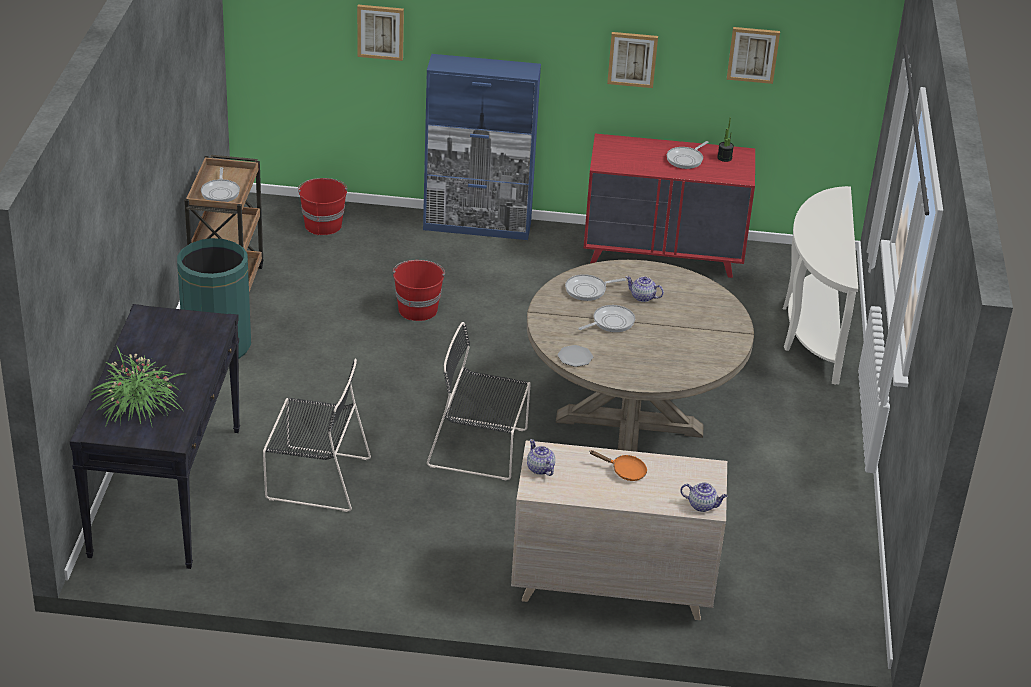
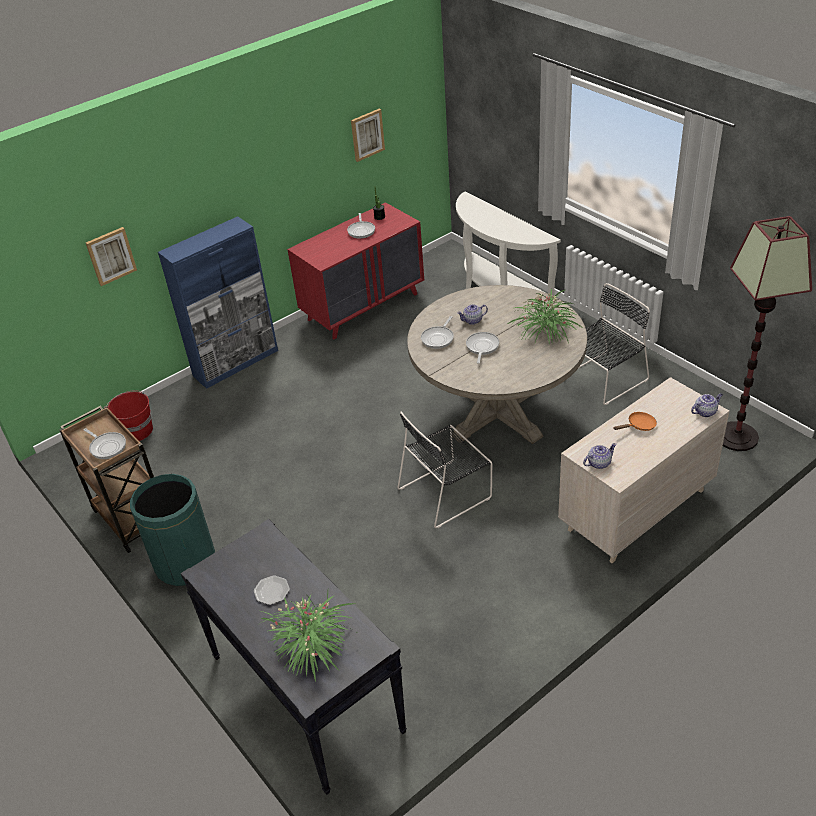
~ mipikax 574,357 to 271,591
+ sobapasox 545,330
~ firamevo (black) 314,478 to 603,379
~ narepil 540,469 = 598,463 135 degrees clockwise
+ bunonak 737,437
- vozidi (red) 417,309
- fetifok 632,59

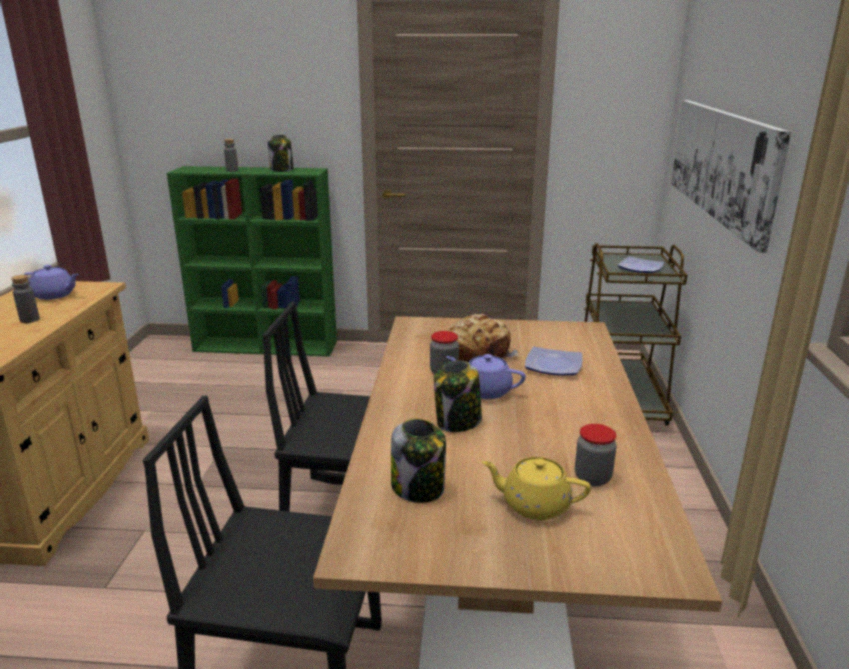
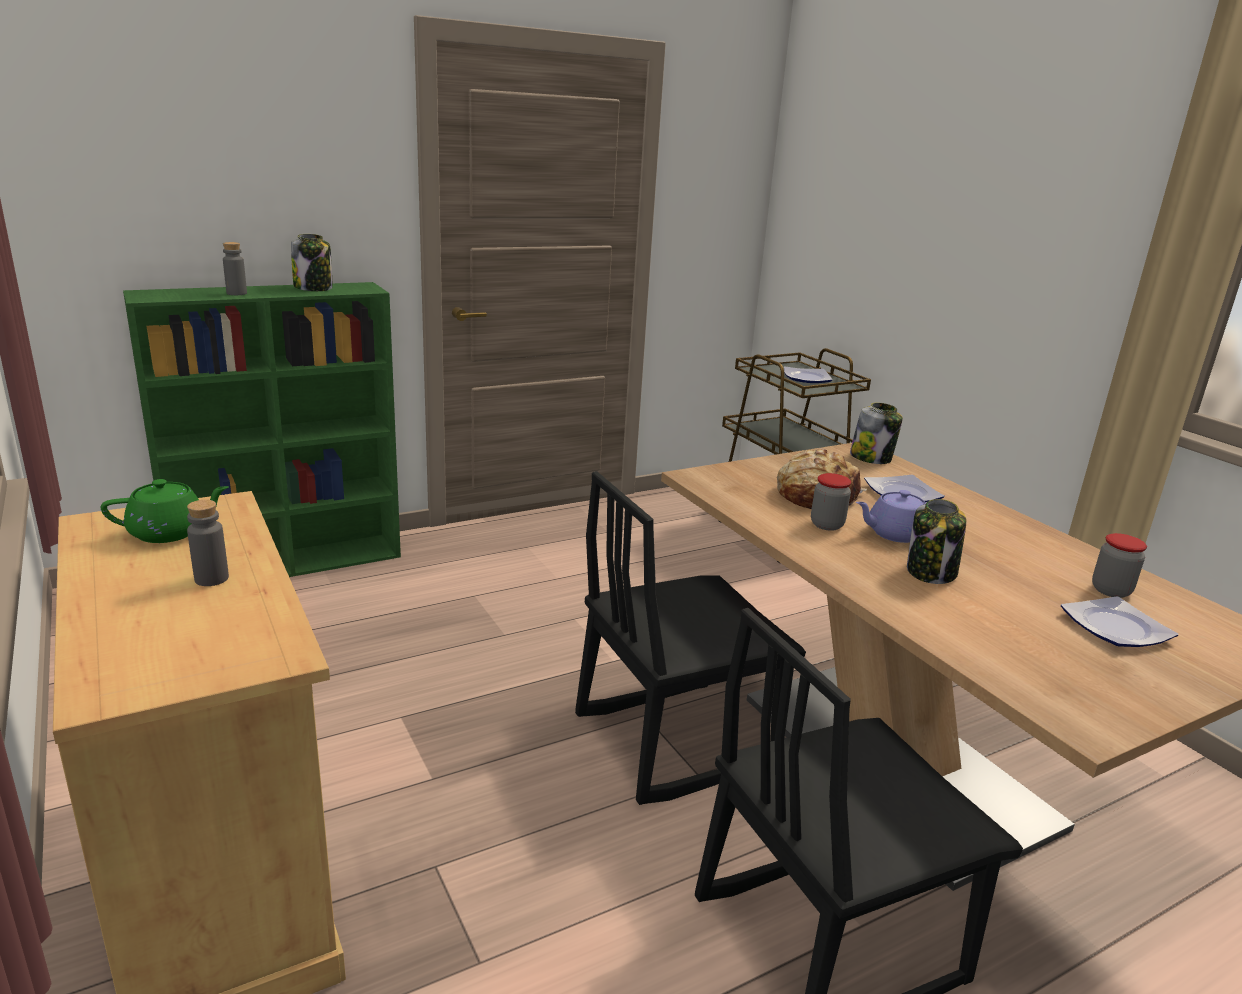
~ narepil (purple) 55,295 to narepil (green) 170,532
~ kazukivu 419,488 to 871,458
~ narepil (yellow) 534,505 to mipikax 1117,628
- fetifok 721,163

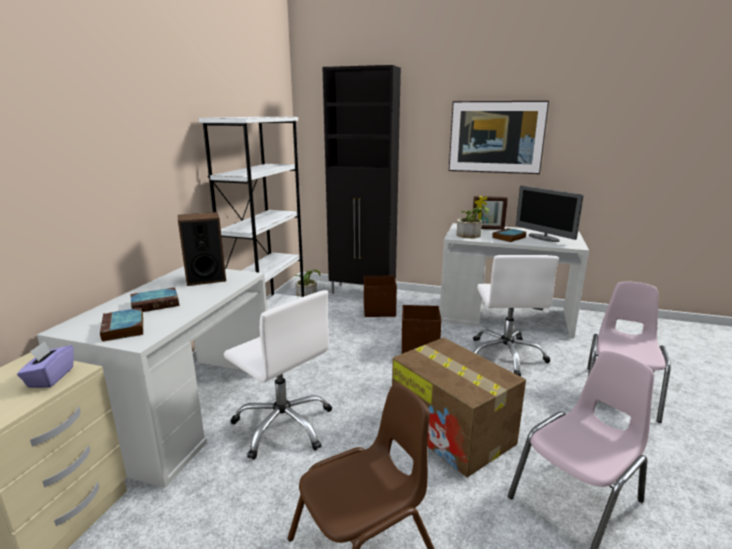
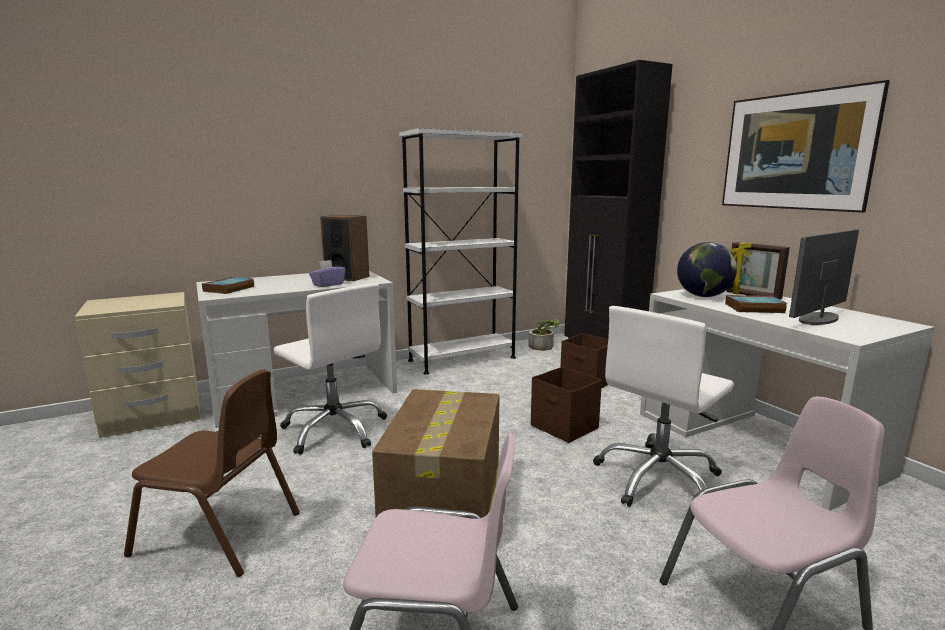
~ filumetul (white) 284,425 = 335,429 45 degrees counterclockwise
~ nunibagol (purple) 50,378 to 328,284
~ sobapasox 470,234 to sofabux 703,296
~ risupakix 543,238 = 818,319 45 degrees clockwise
- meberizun 156,303

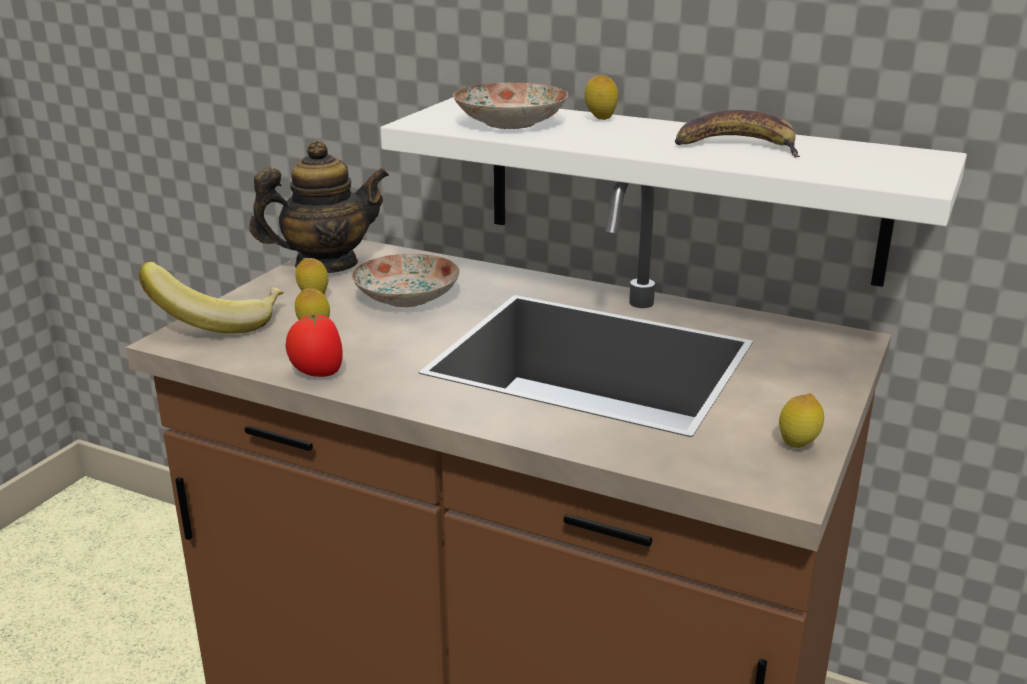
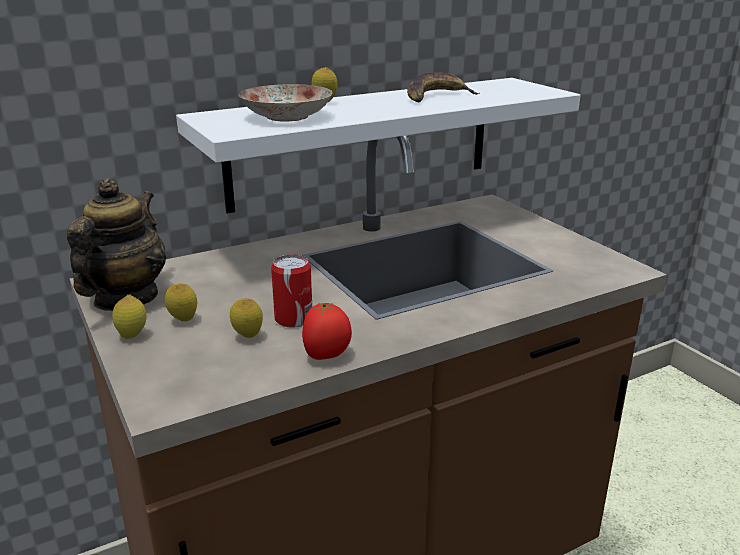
~ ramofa 797,446 to 132,336
+ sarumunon 293,319
- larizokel 219,322
- mipikax 406,297

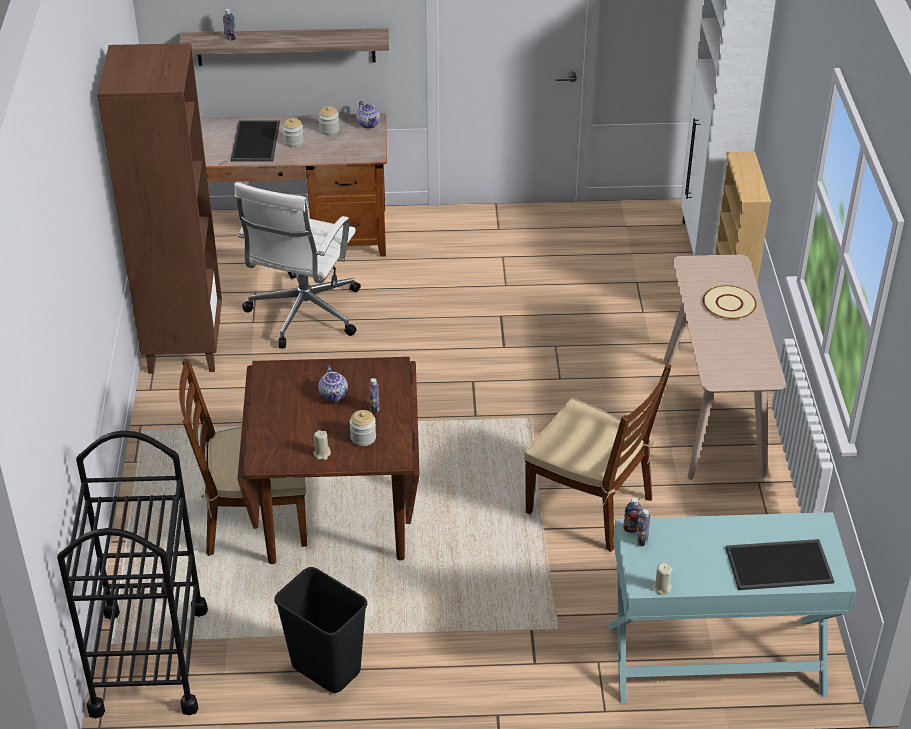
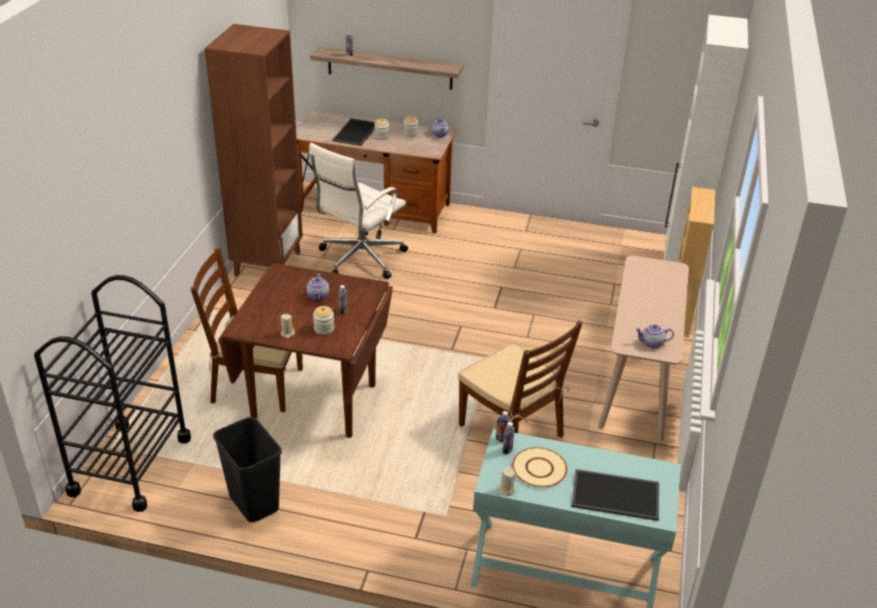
~ mipikax (beige) 728,303 to 539,468
+ narepil 652,344

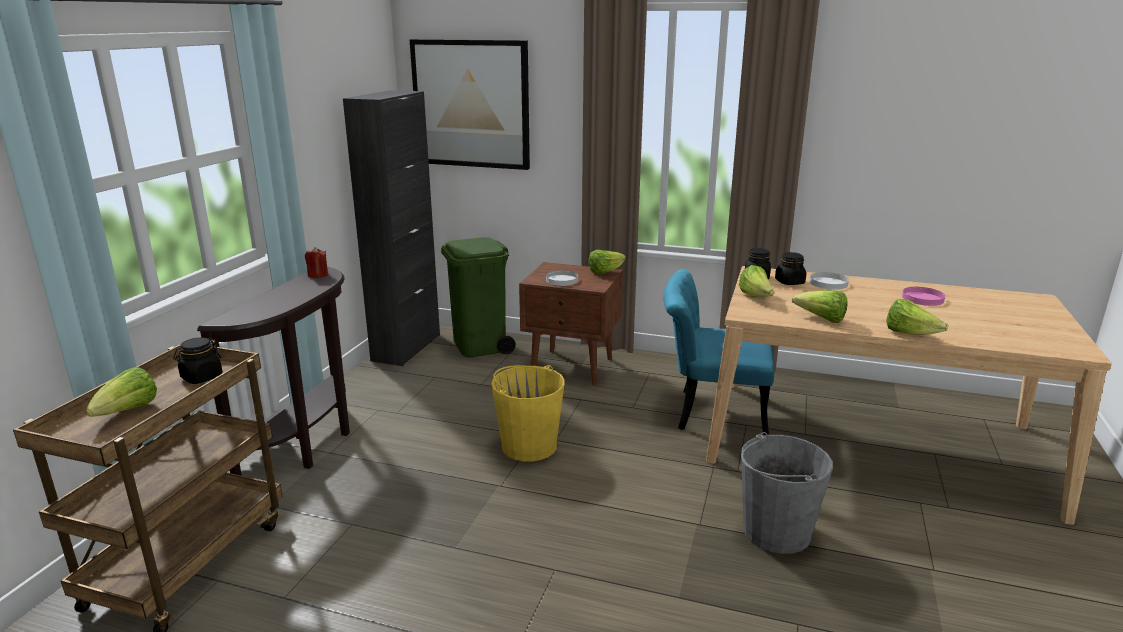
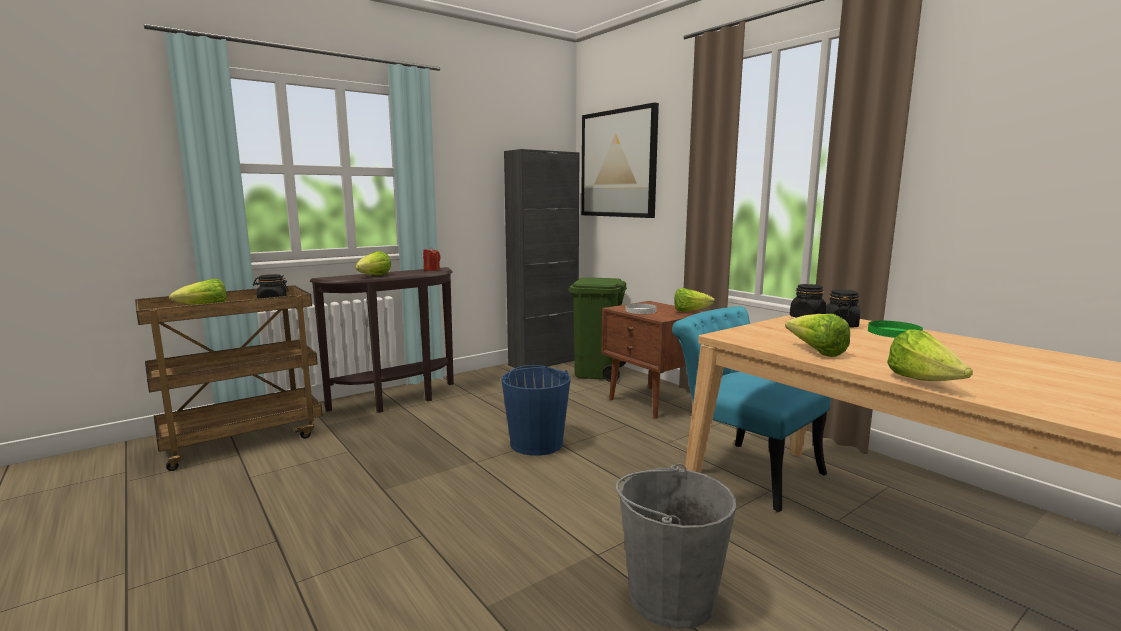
~ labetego 756,297 to 374,276
~ vozidi (yellow) 529,446 to vozidi (blue) 536,443
~ mipikax (white) 829,283 to mipikax (green) 894,332
- mipikax (pink) 923,298

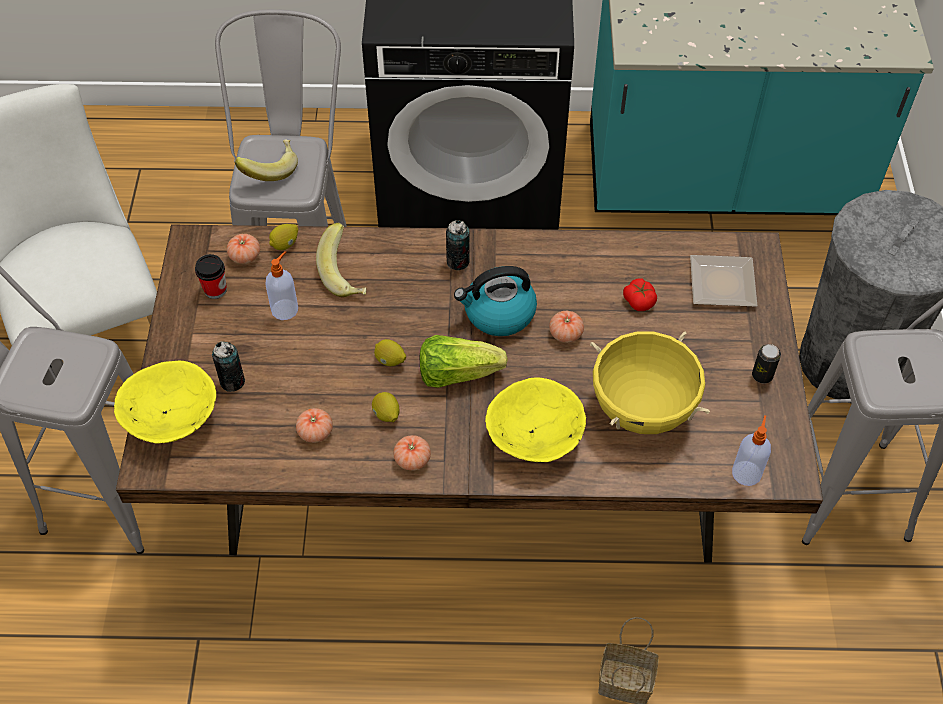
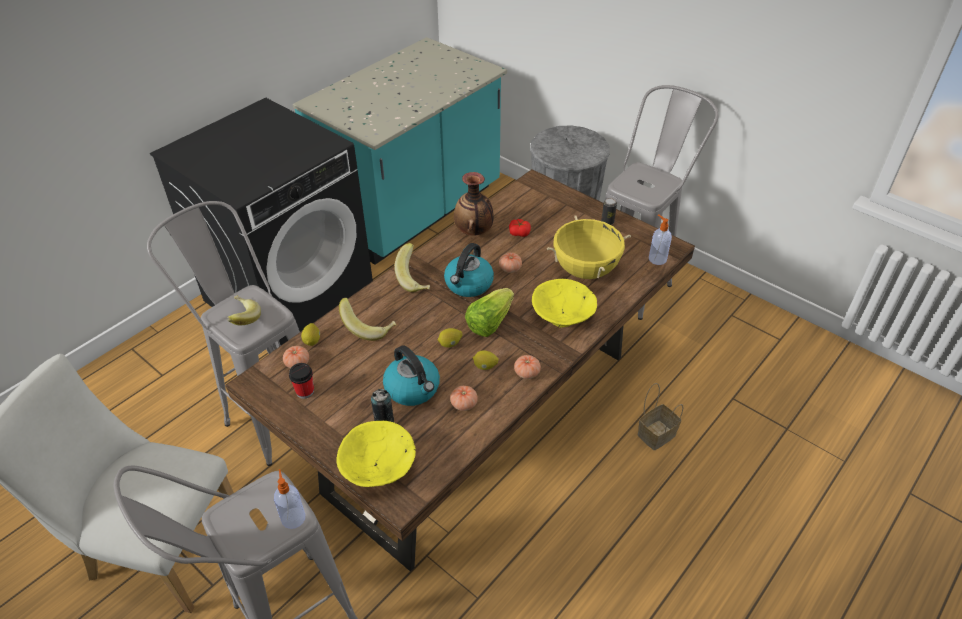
~ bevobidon 285,309 to 293,517
+ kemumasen 413,389
~ sarumunon 458,261 to larizokel 415,279
+ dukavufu 474,232
- mipikax 724,286

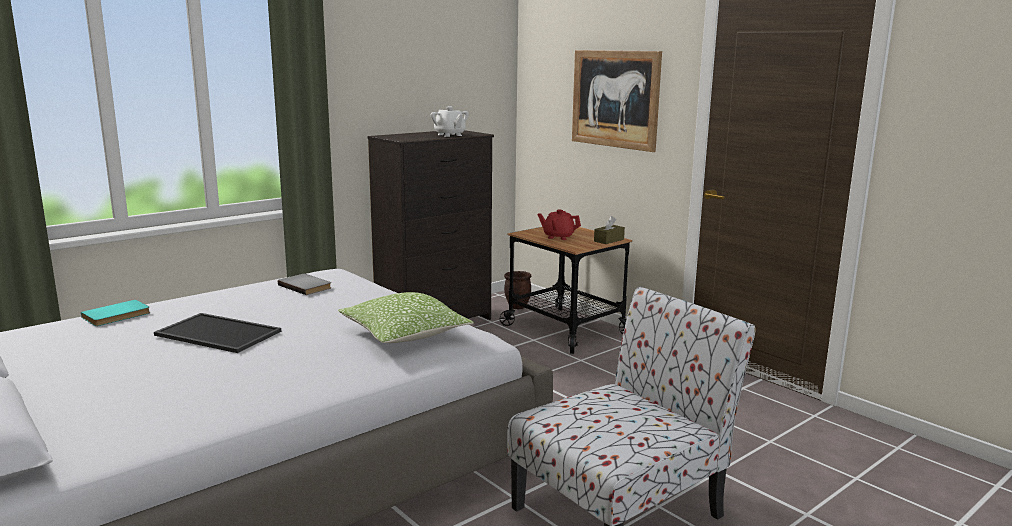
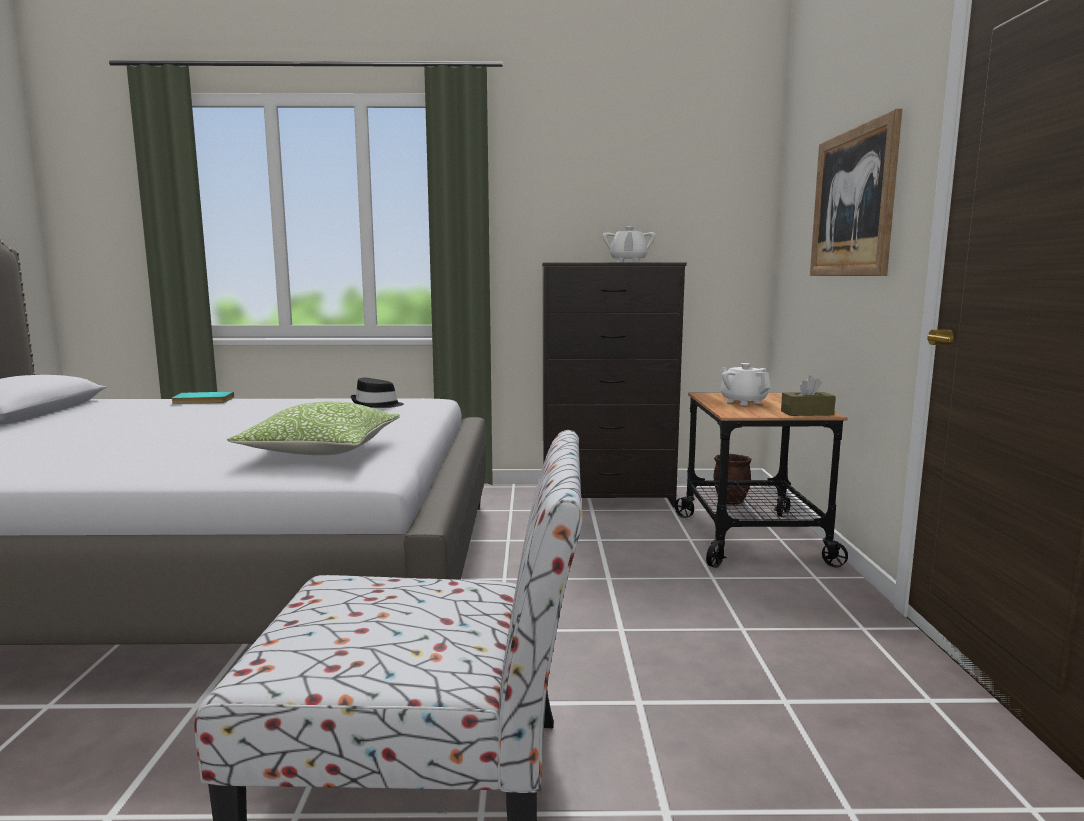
~ meberizun (grey) 306,286 to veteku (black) 376,405
~ narepil (red) 558,237 to narepil (white) 743,402
- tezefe 216,334

